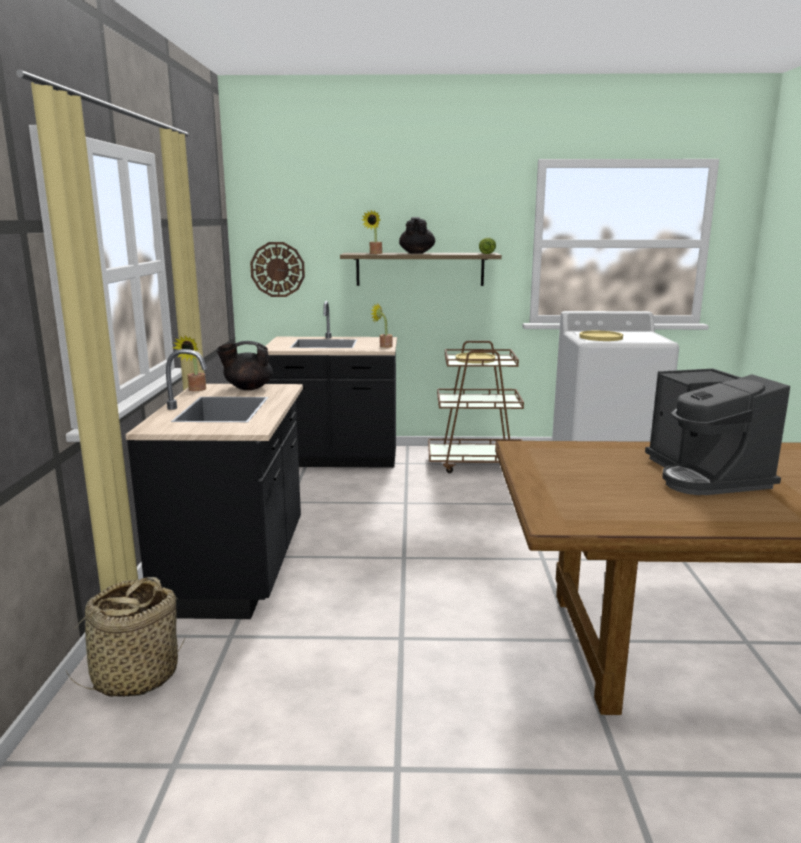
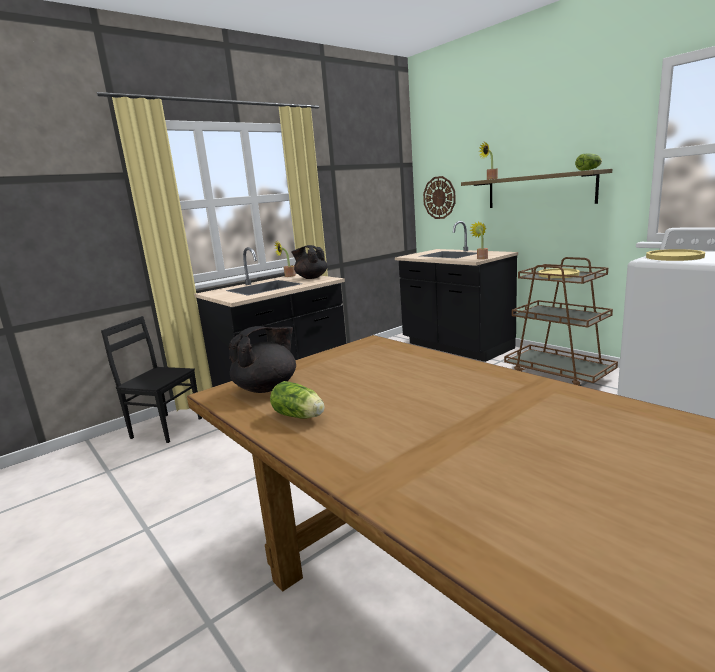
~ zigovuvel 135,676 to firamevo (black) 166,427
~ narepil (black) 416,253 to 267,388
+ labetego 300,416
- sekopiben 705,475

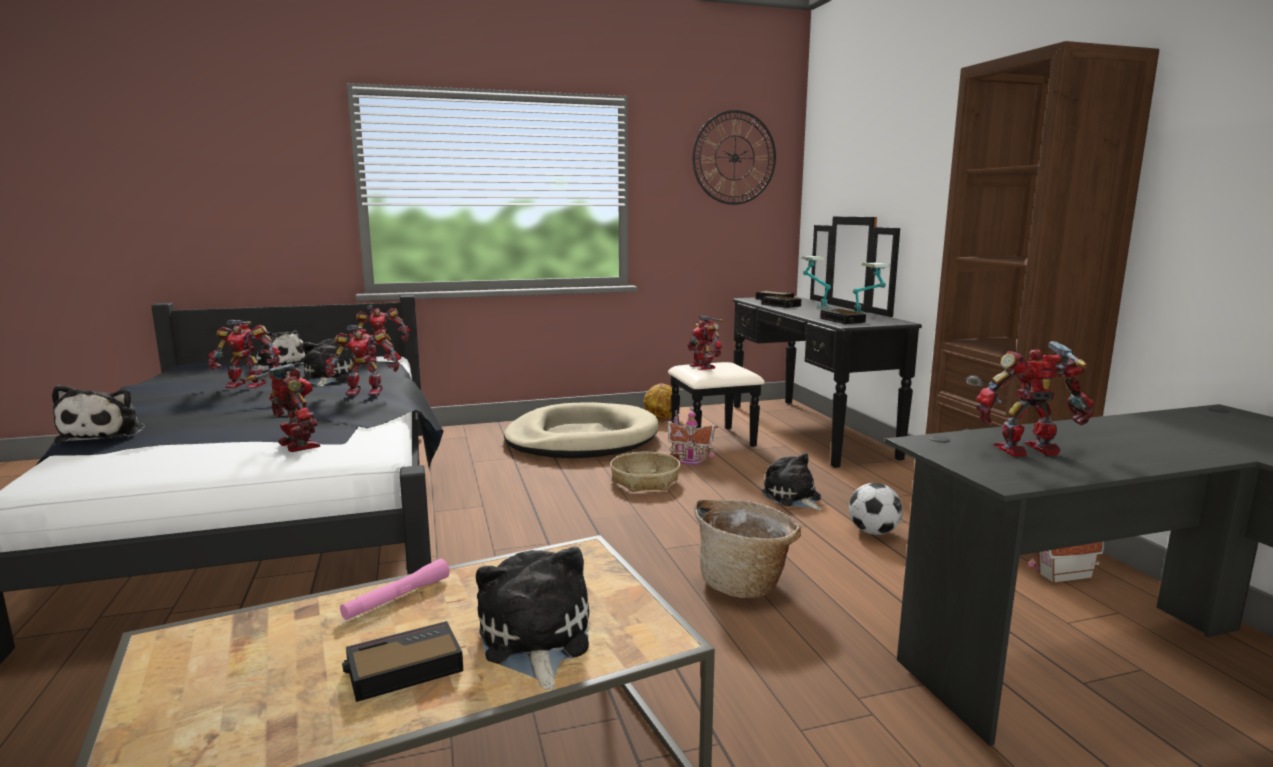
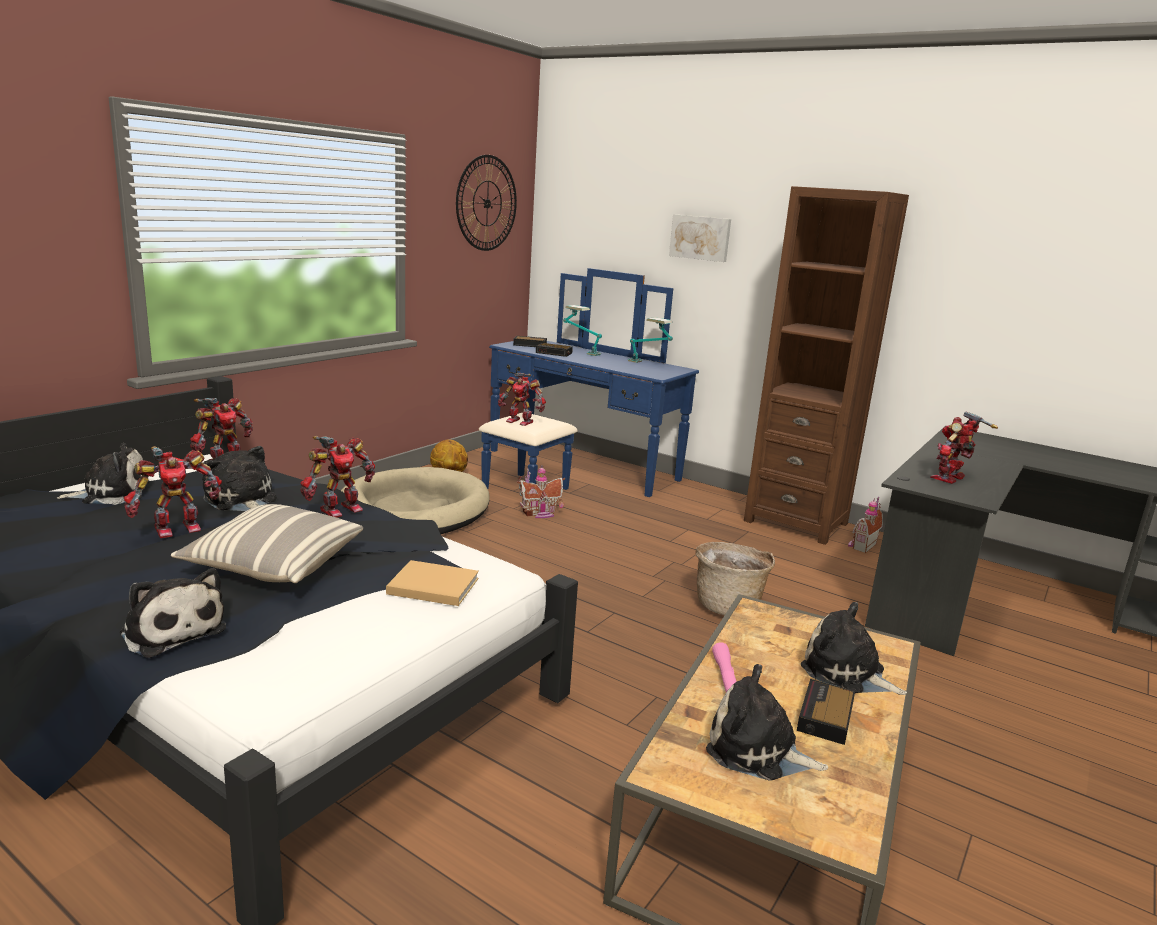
+ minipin 274,565
~ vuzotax 295,446 to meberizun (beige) 431,585
~ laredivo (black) 787,432 to laredivo (blue) 571,470
+ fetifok 700,237
~ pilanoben 793,498 to 757,750
- zigovuvel 645,481
- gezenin 843,320
- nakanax 873,532

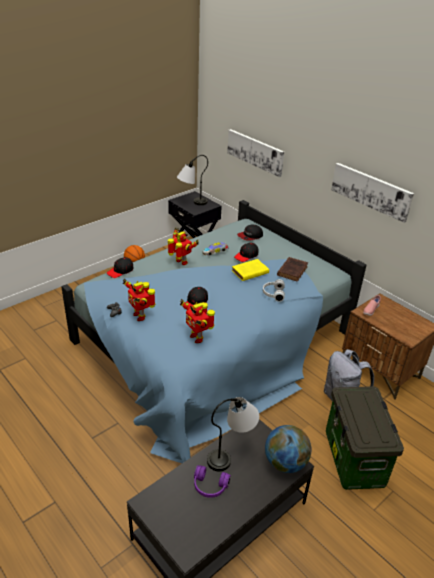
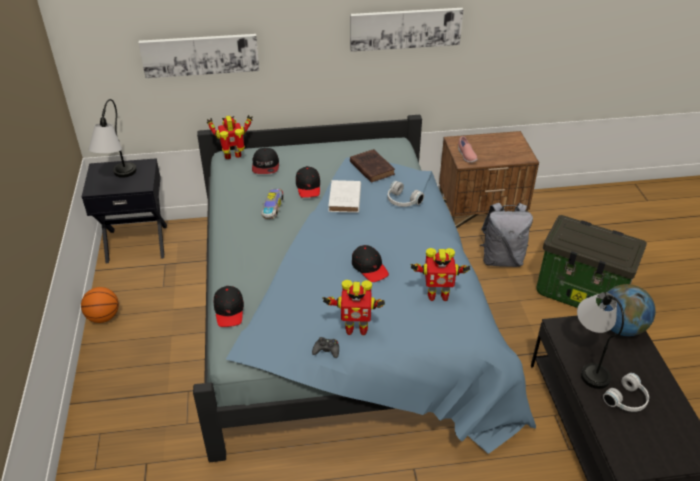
~ vuzotax 181,262 to 233,157
~ meberizun (yellow) 249,272 to meberizun (white) 344,200
~ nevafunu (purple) 209,487 to nevafunu (white) 627,400

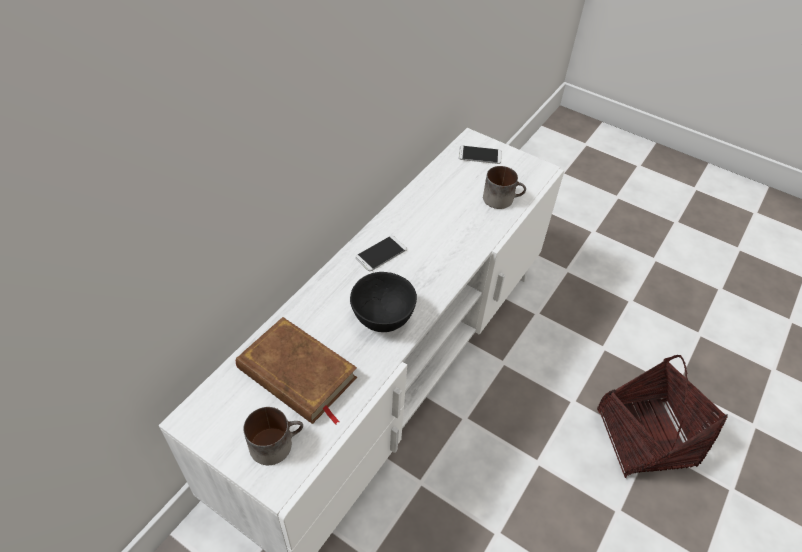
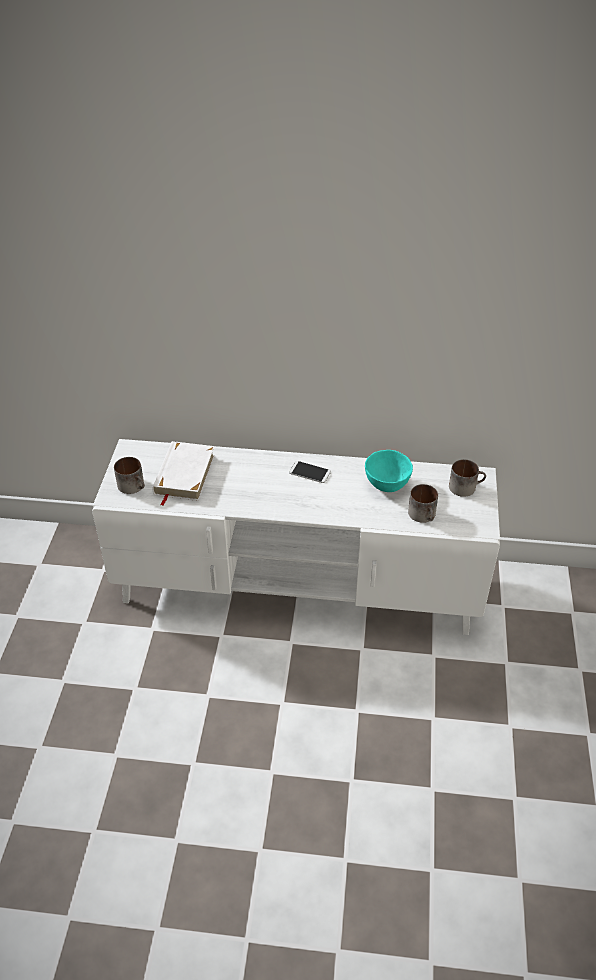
~ meberizun (brown) 297,374 to meberizun (white) 184,475
+ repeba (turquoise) 387,484
~ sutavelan 480,155 to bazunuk 465,486
- repeba (black) 382,319
- zigovuvel 645,437

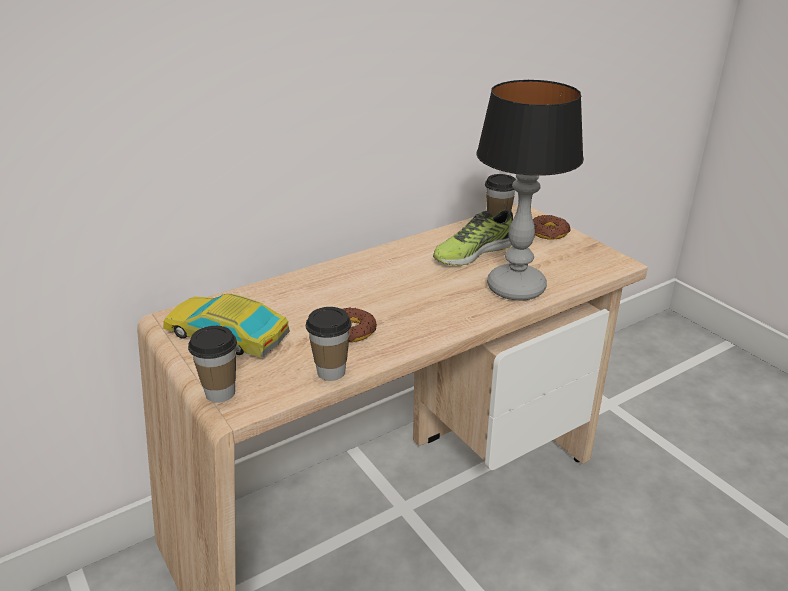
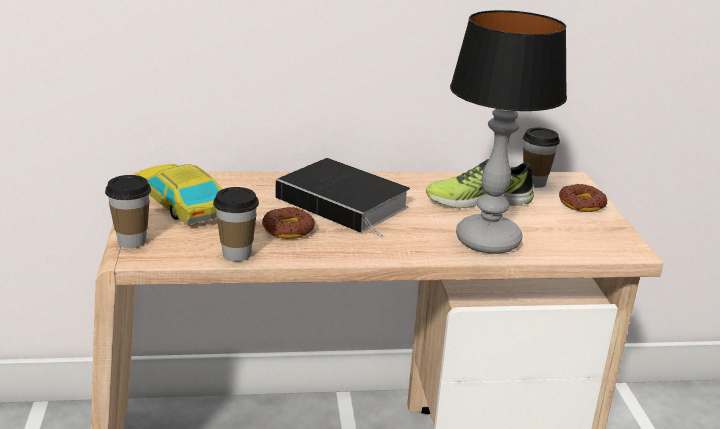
+ meberizun 346,203

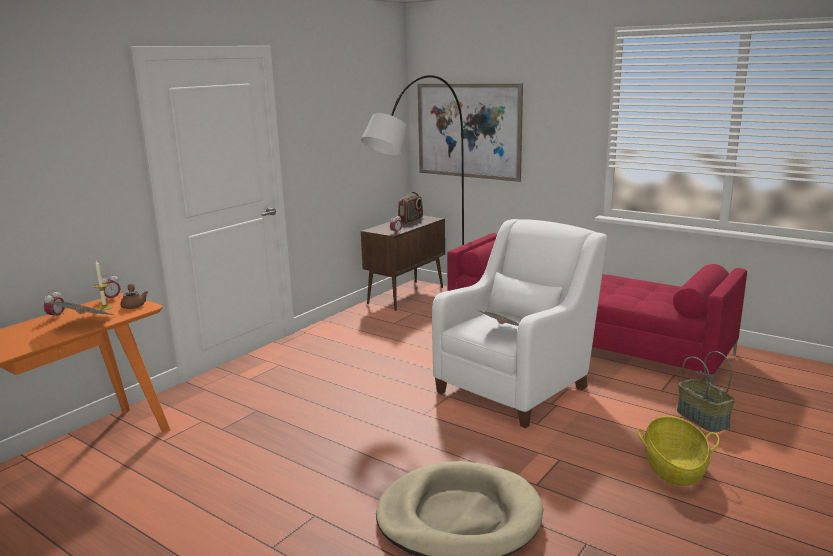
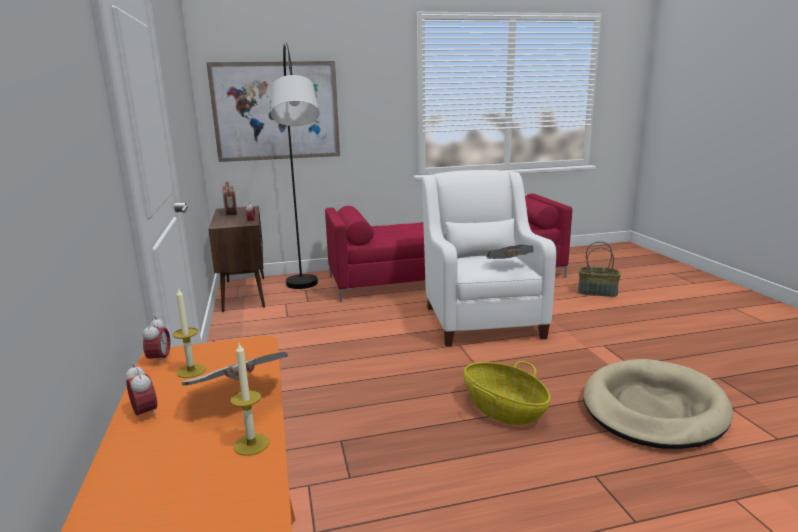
+ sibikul 251,444
~ zigovuvel 674,468 to 503,409
- narepil (brown) 133,305

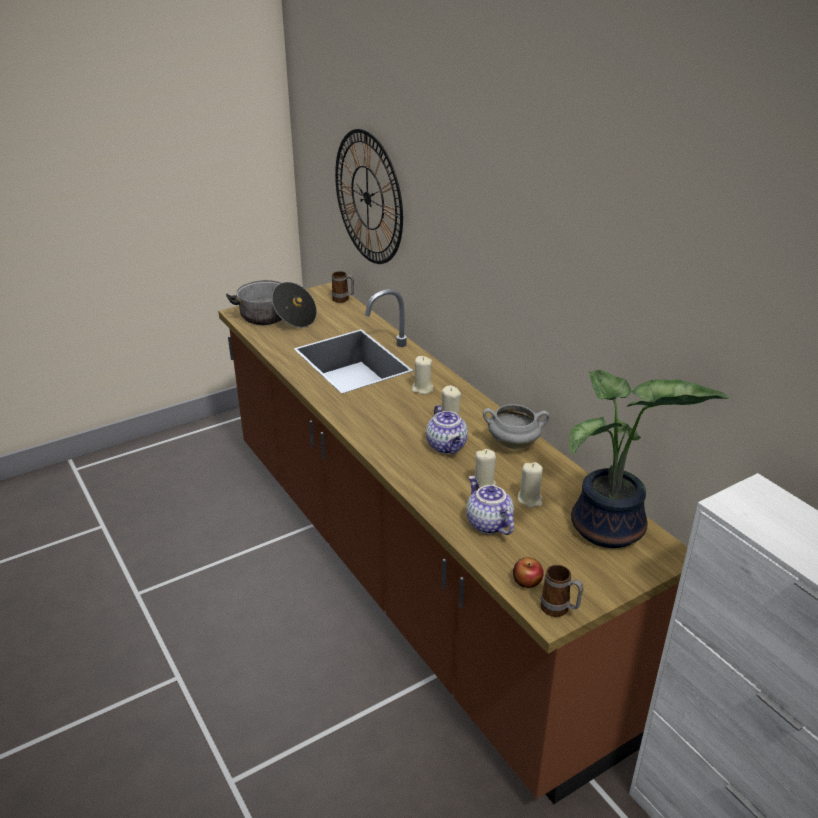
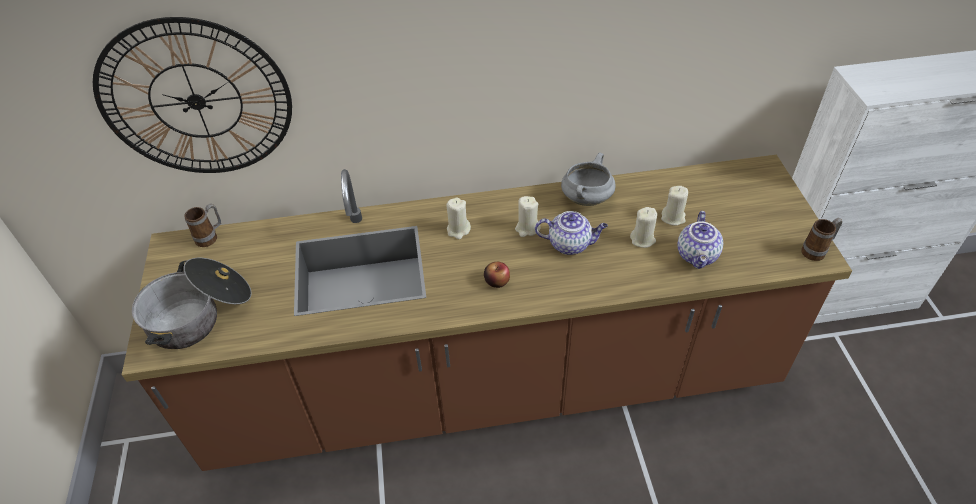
~ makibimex 527,581 to 497,281
~ narepil 487,524 = 698,256 75 degrees counterclockwise
- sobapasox 609,531

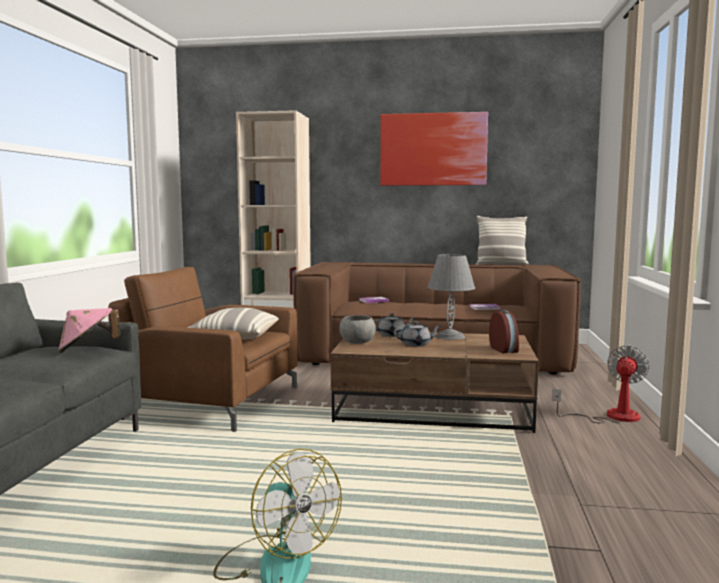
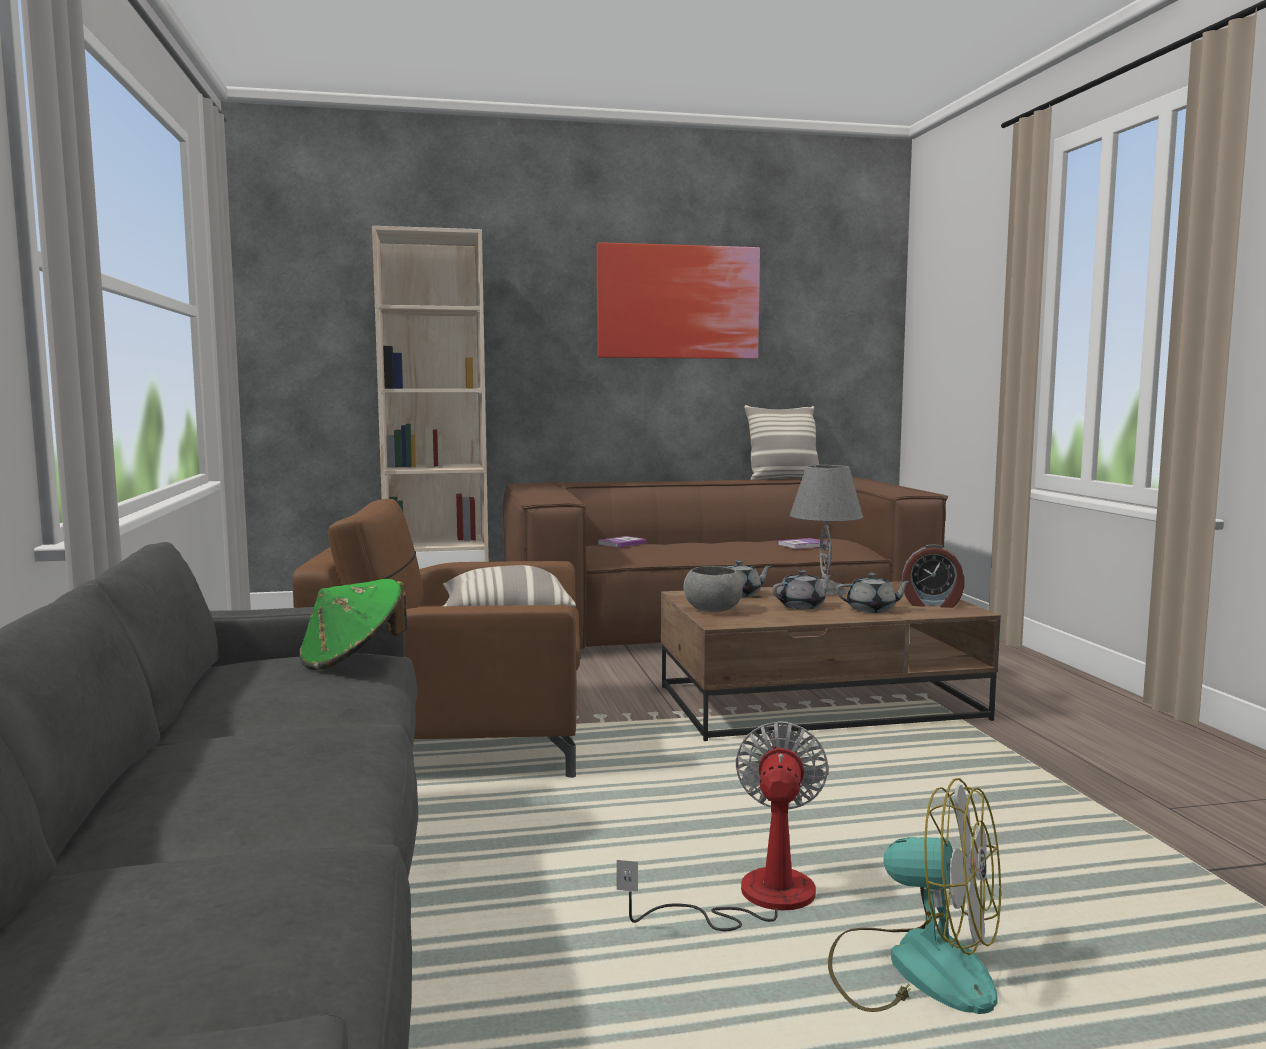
~ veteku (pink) 87,349 to veteku (green) 353,659
~ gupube 611,417 to 753,898
+ narepil (grey) 872,610
~ gezenin 504,350 = 931,604 135 degrees clockwise

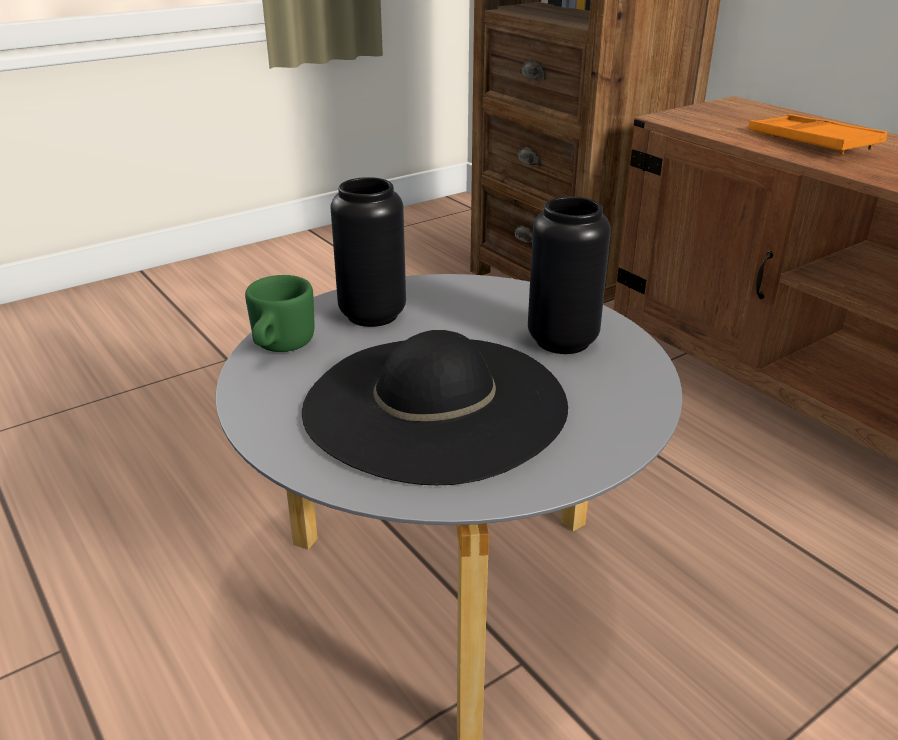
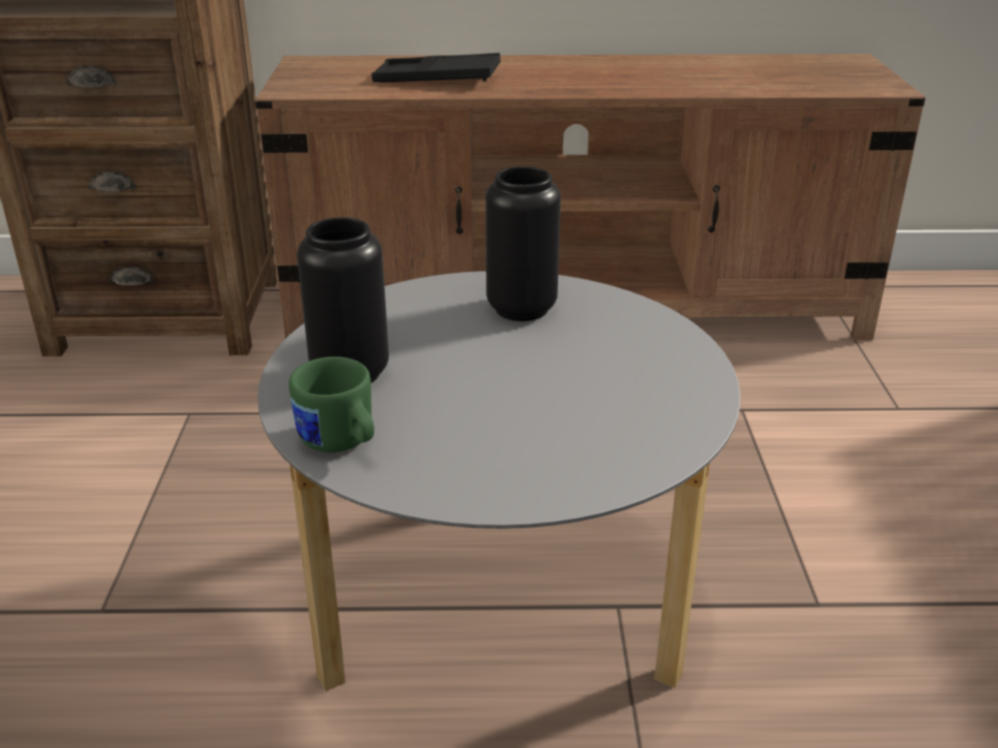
~ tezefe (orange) 811,142 to tezefe (black) 437,79
- veteku (black) 435,404

